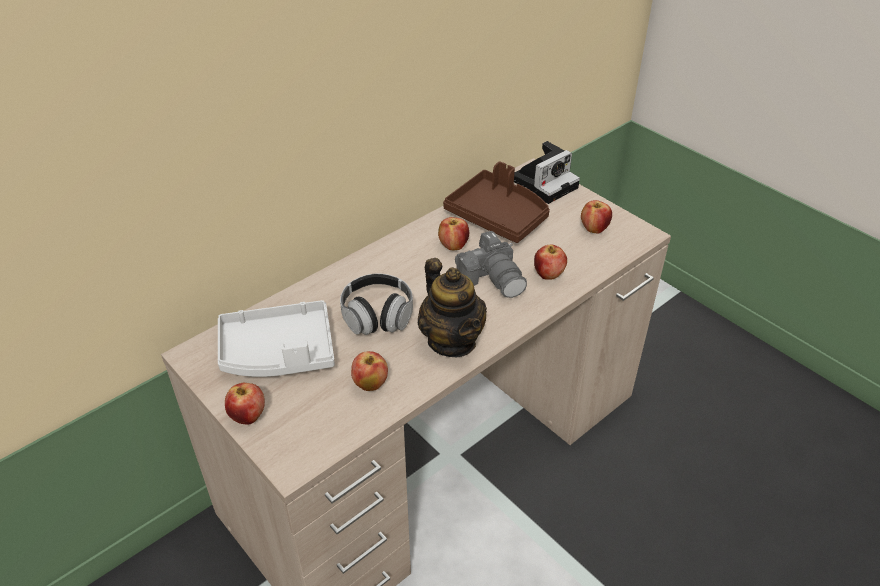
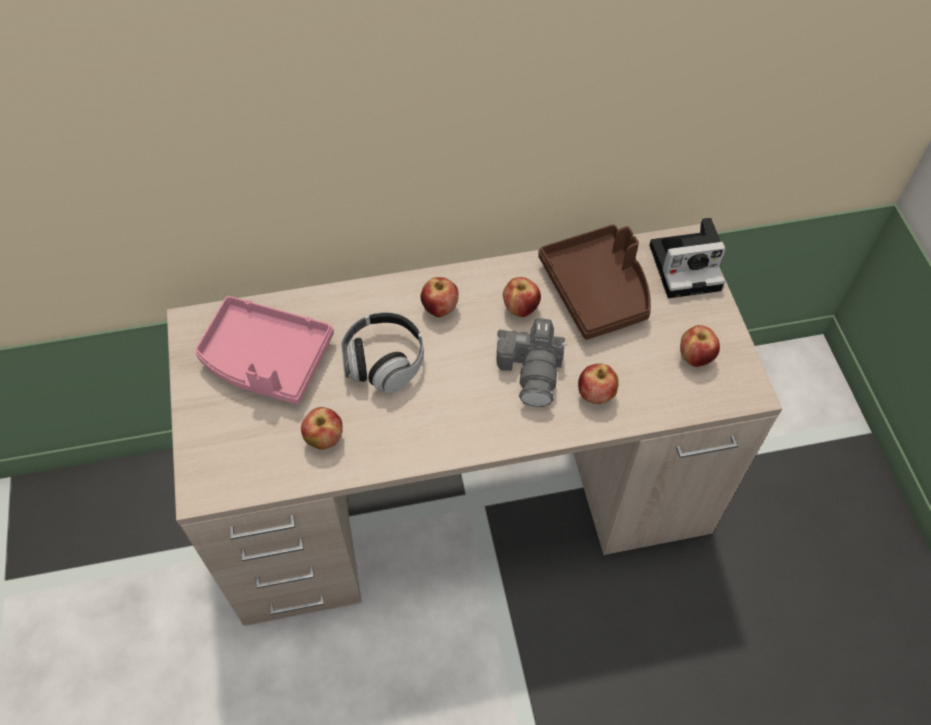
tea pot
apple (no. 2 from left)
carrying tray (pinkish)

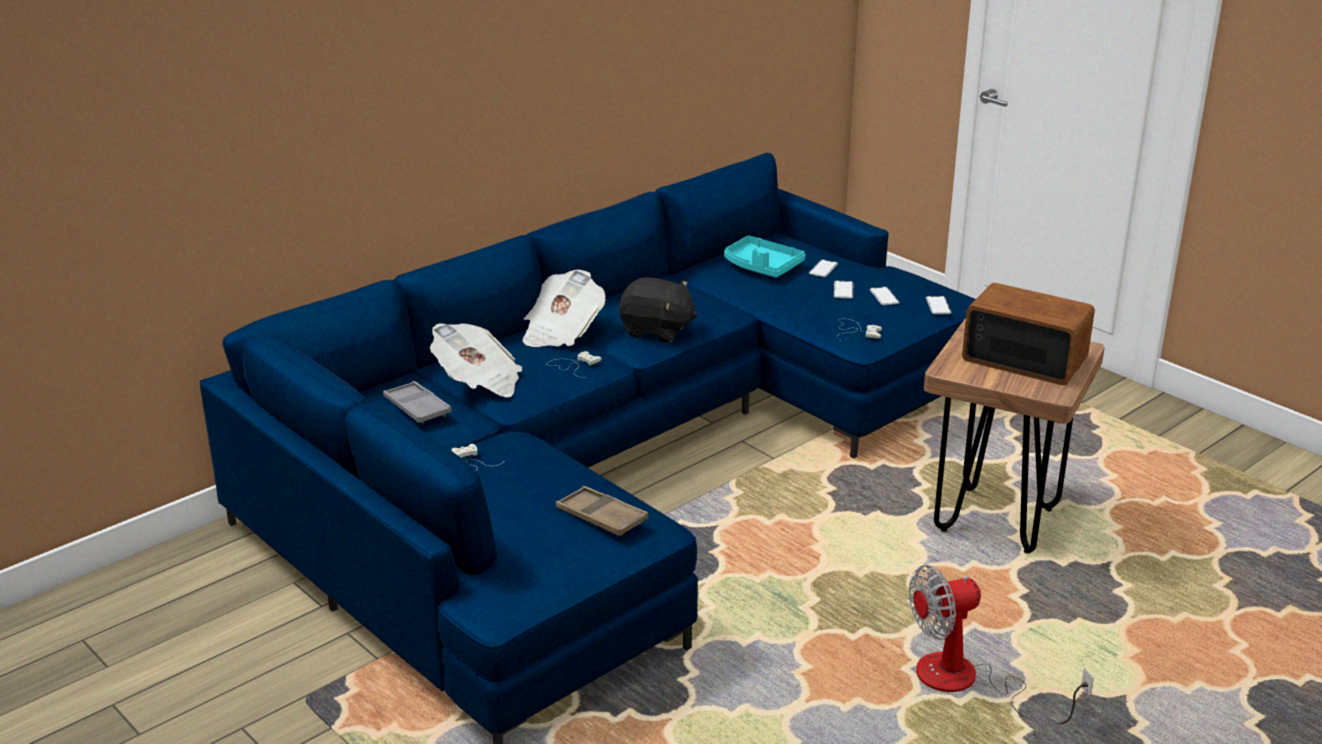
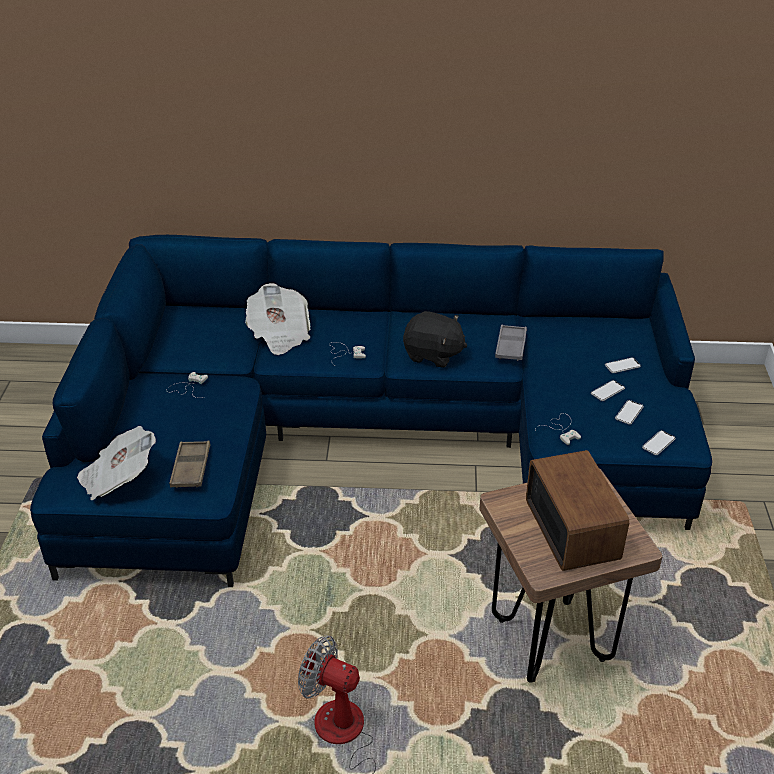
carrying tray (turquoise-coloured)
carrying tray (greyish)
newspaper (no. 1 from left)
plush toy (black)

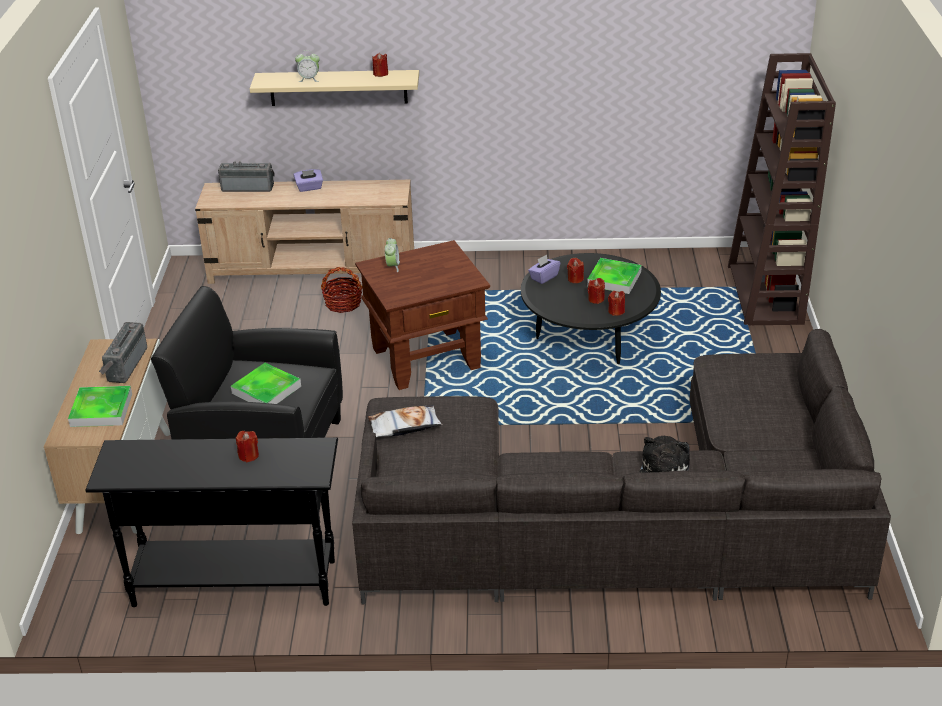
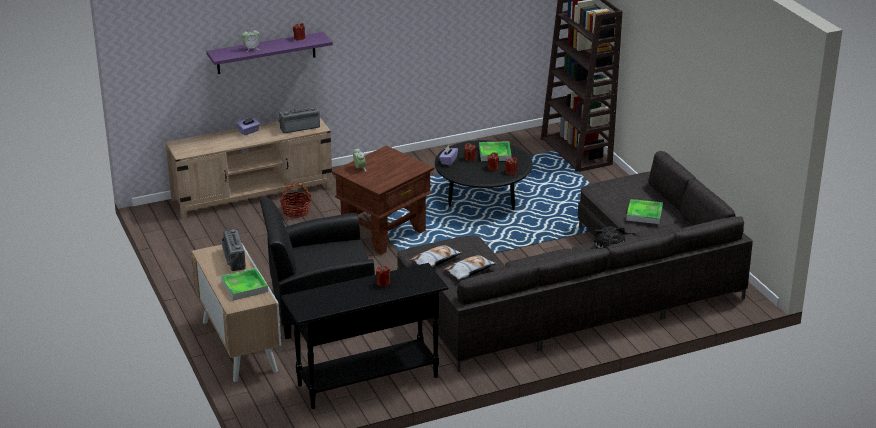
throw pillow (no. 2 from left)
radio set (no. 2 from left)
carrying tray (no. 3 from left)
shelf (purple-coloured)

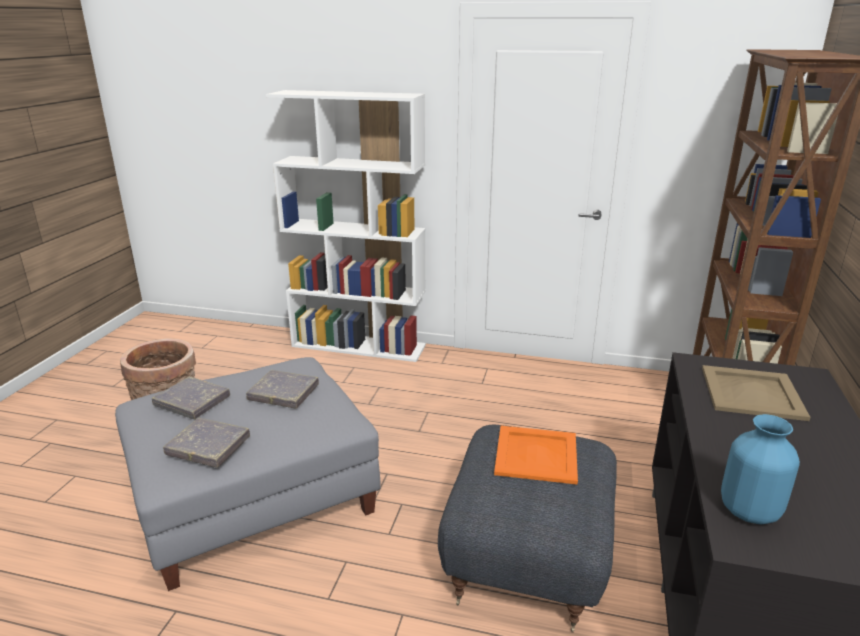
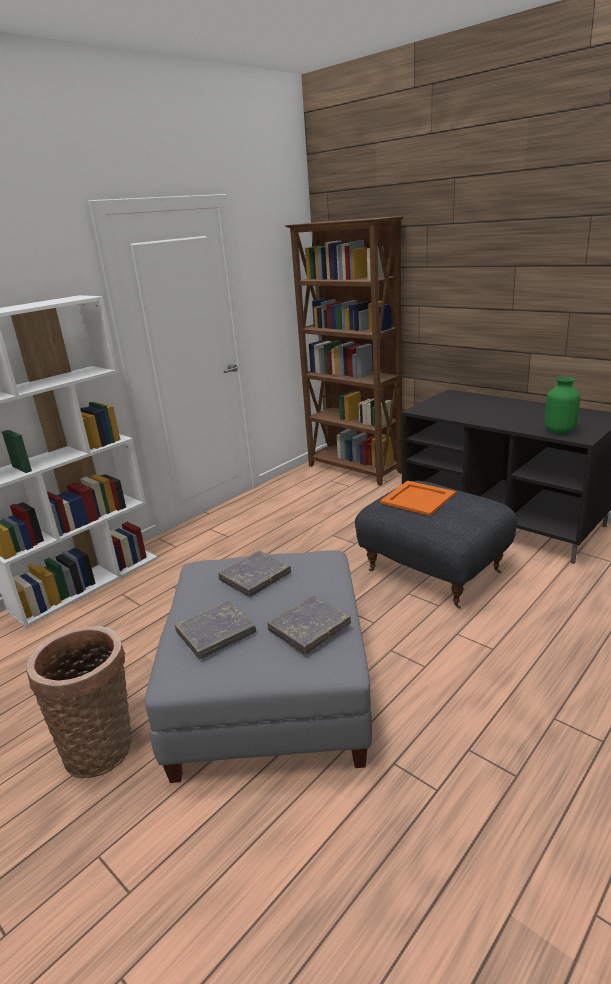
carrying tray (sand-coloured)
vase (green-coloured)

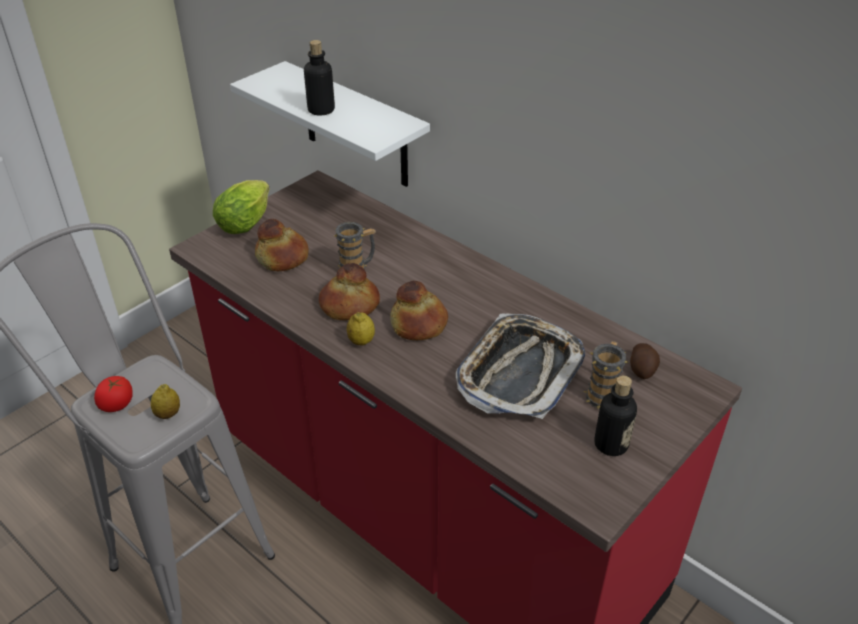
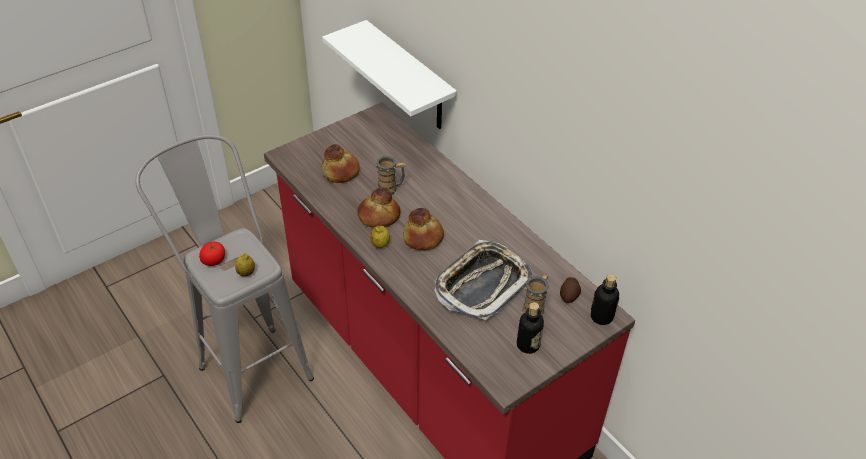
lettuce
drink bottle (no. 2 from left)

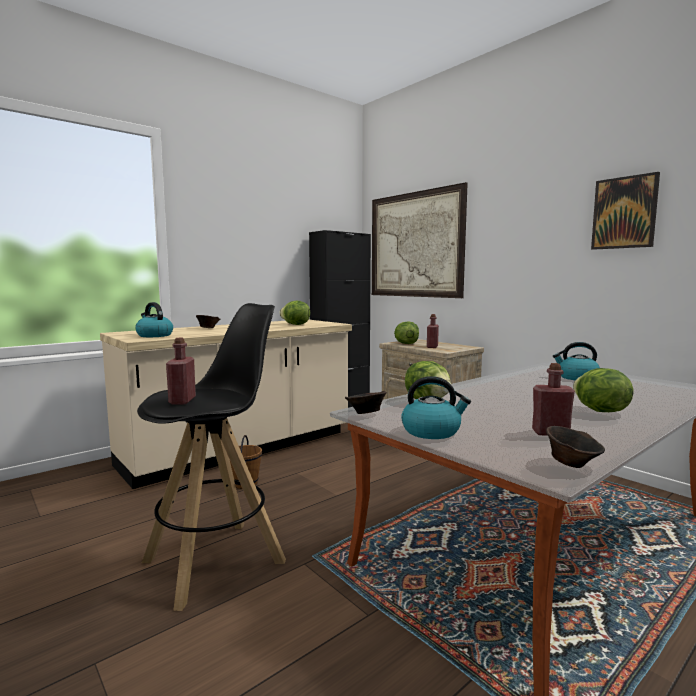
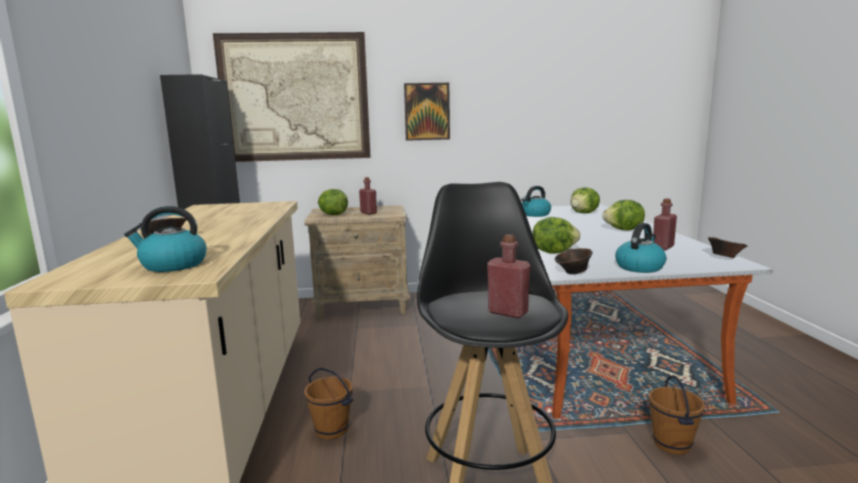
water bucket (brown-coloured) (no. 2 from left)
lettuce (no. 3 from left)
wall picture (no. 2 from left)

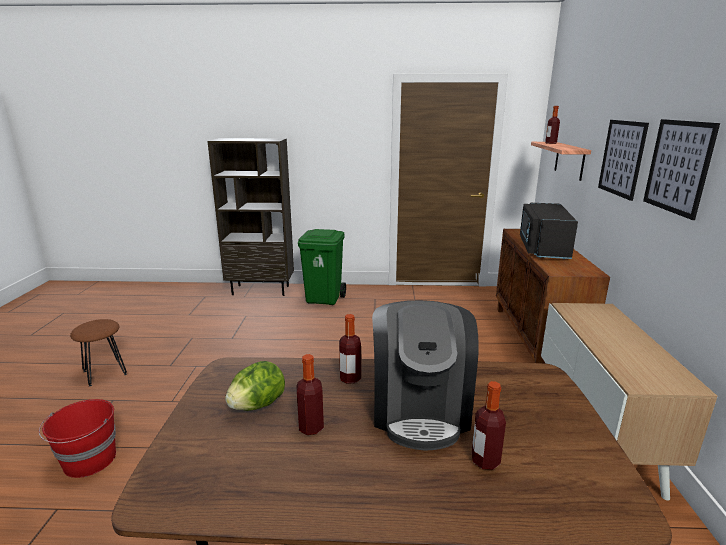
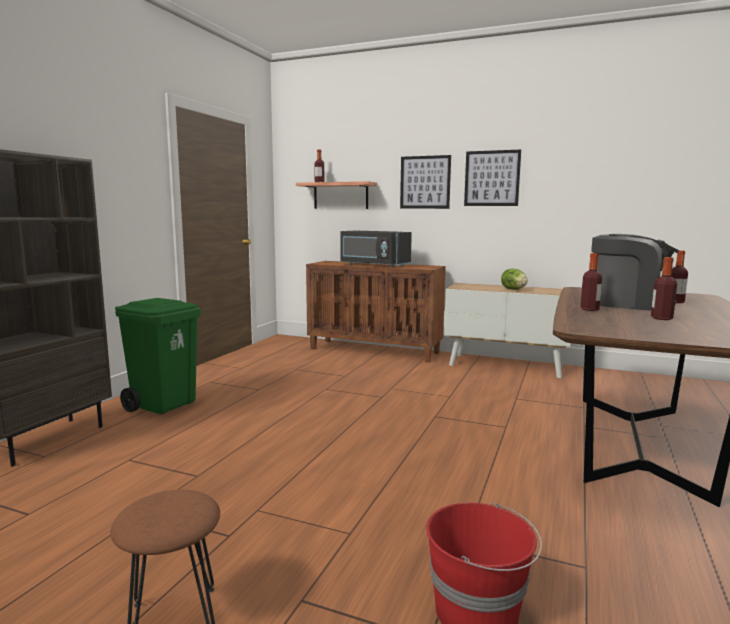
lettuce

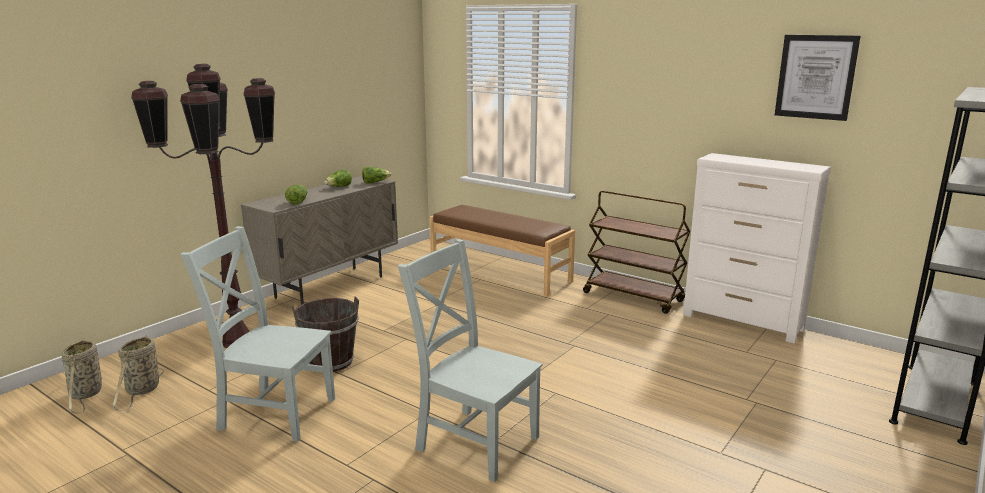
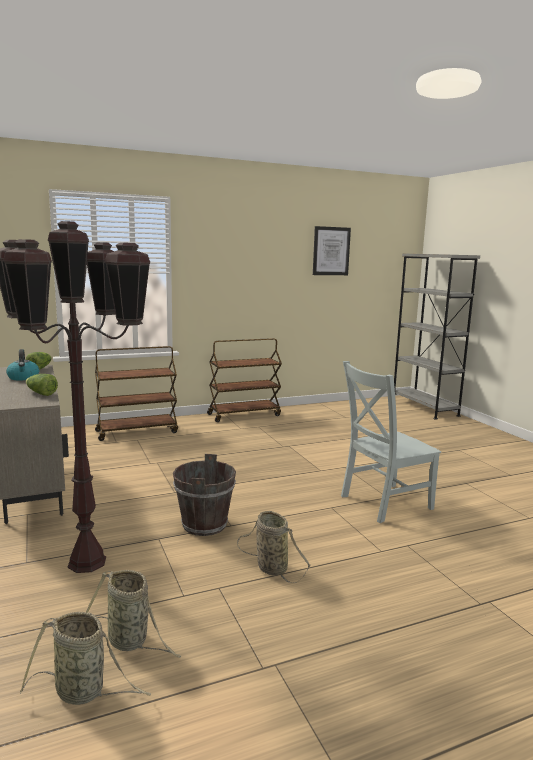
dresser (white)
household basket (no. 3 from left)
water kettle
trolley (brown-coloured) (no. 1 from left)

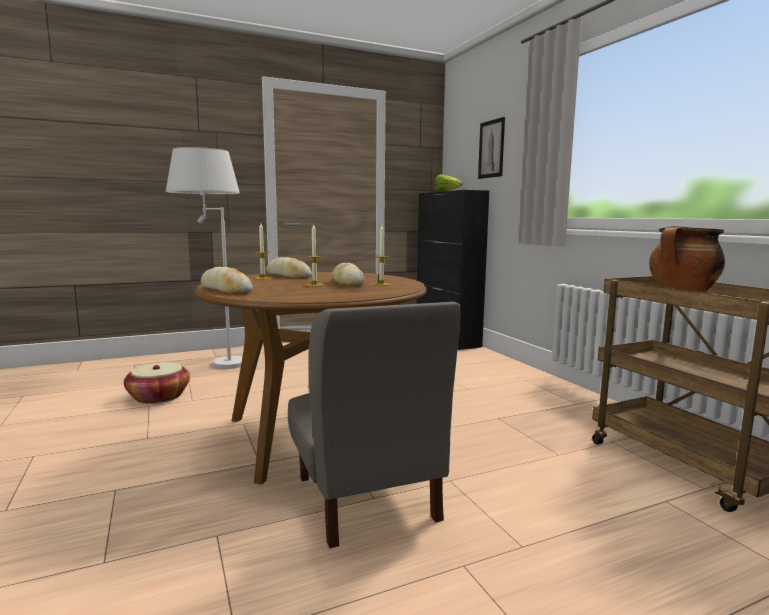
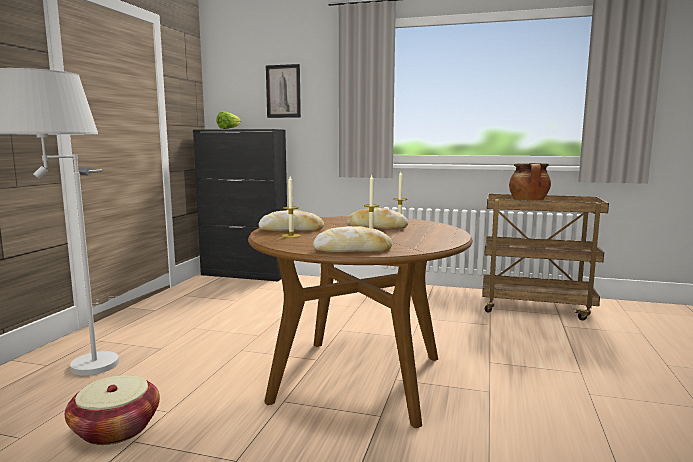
chair (greyish)

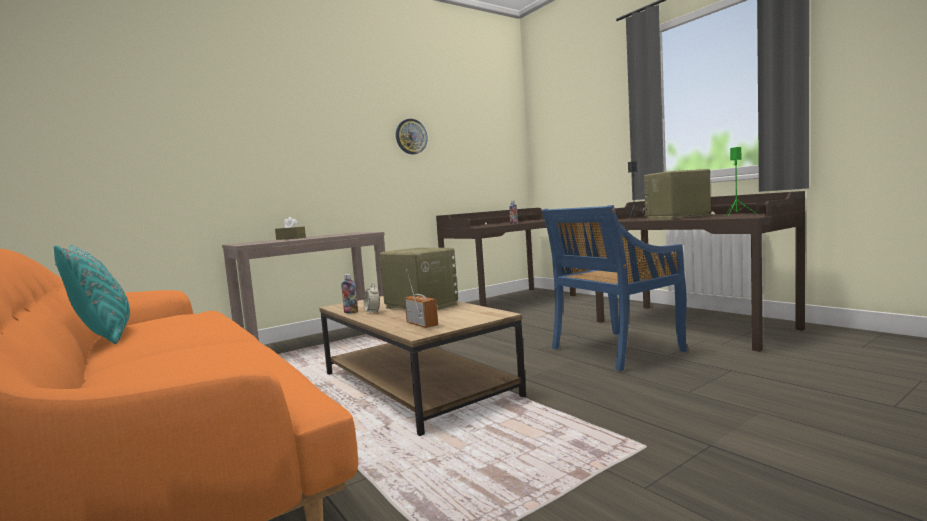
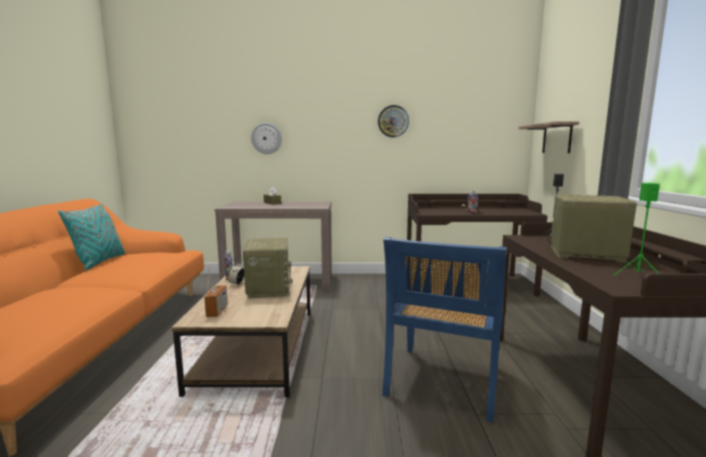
wall clock (no. 1 from left)
shelf
chair (blue-coloured)

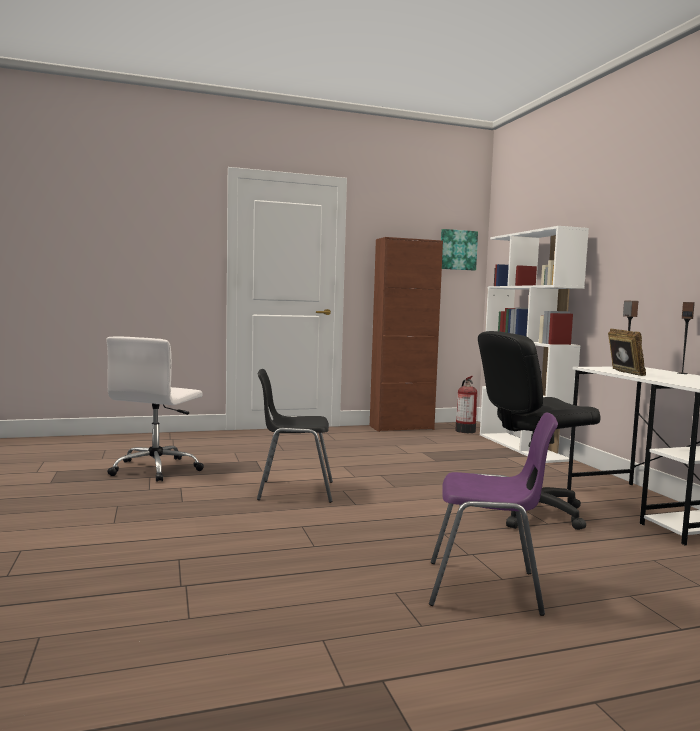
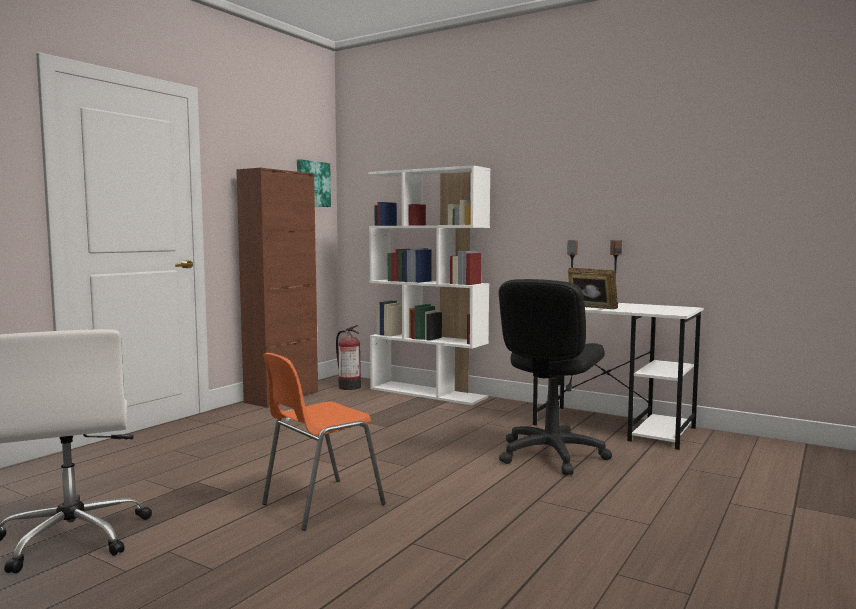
chair (purple-coloured)
chair (orange-coloured)

